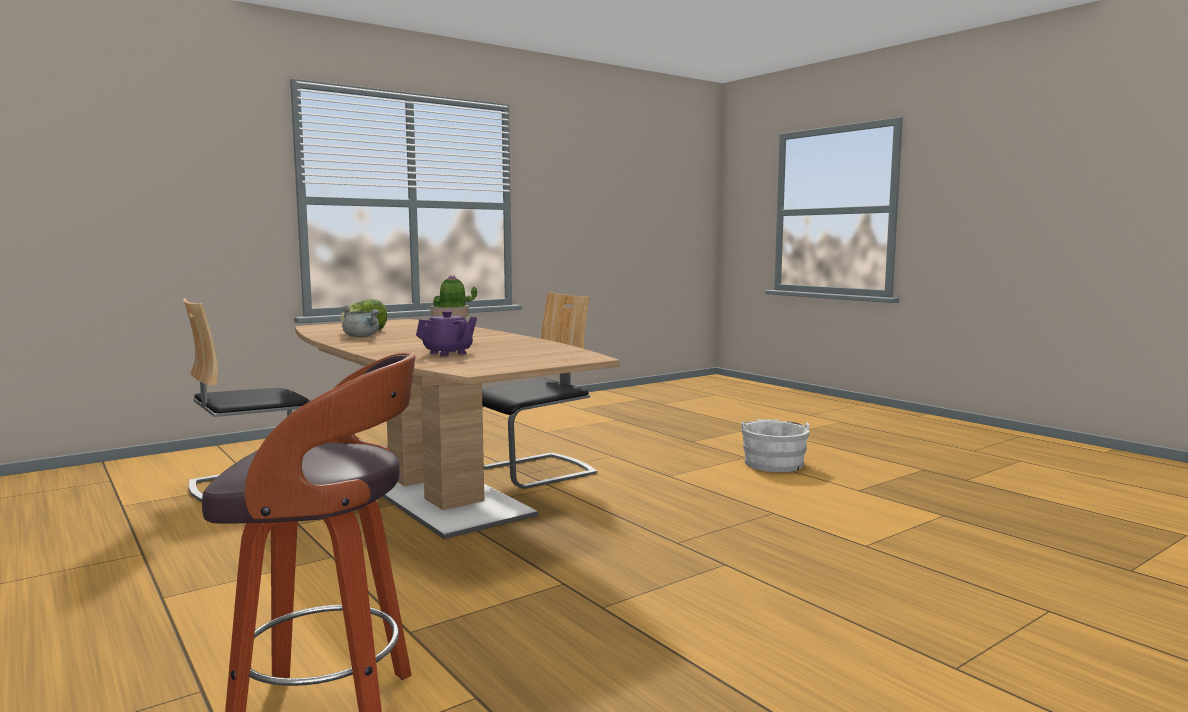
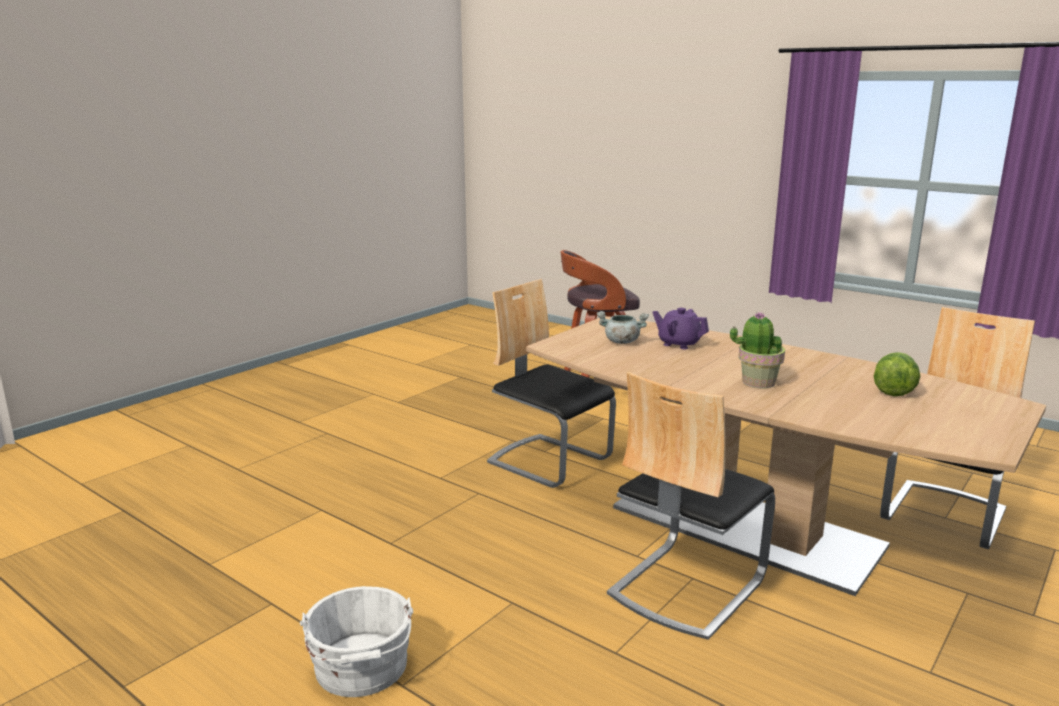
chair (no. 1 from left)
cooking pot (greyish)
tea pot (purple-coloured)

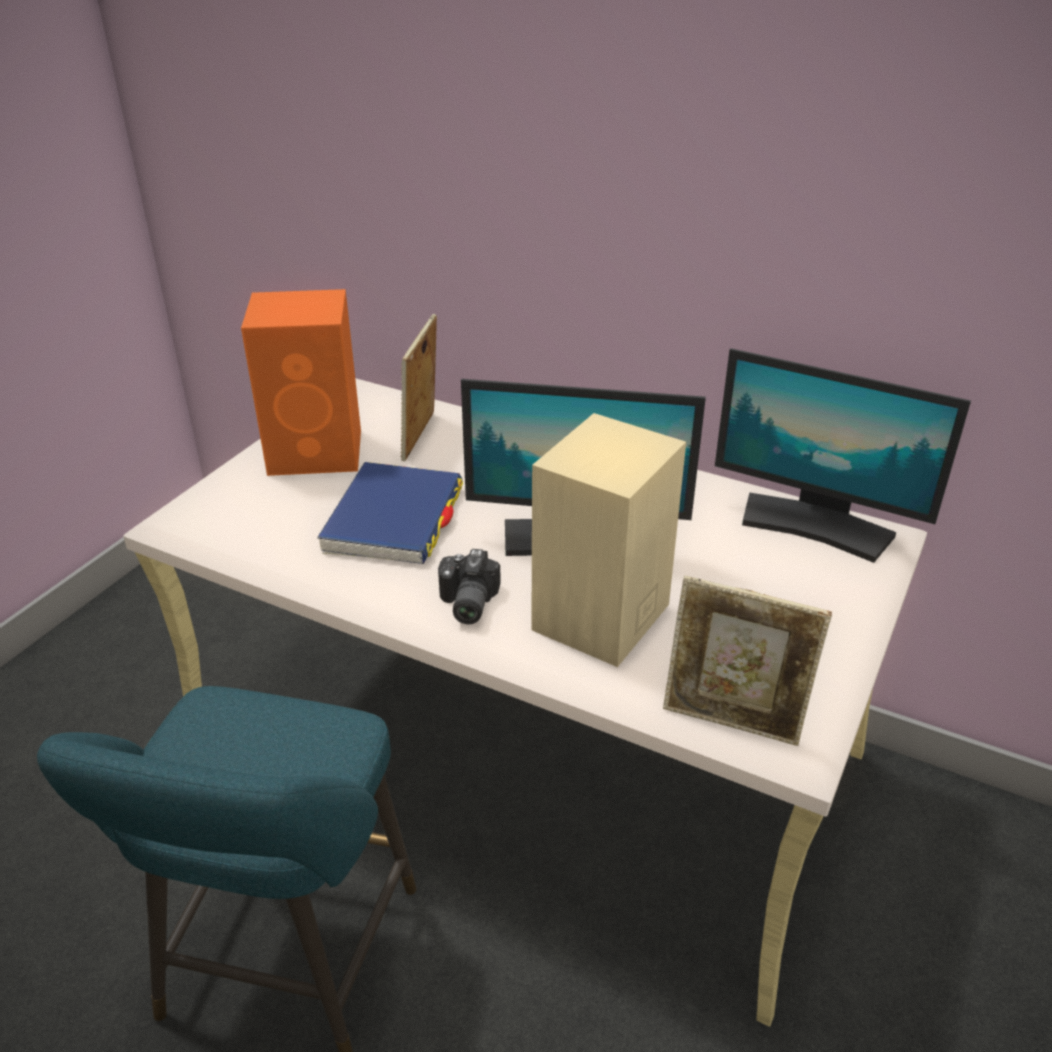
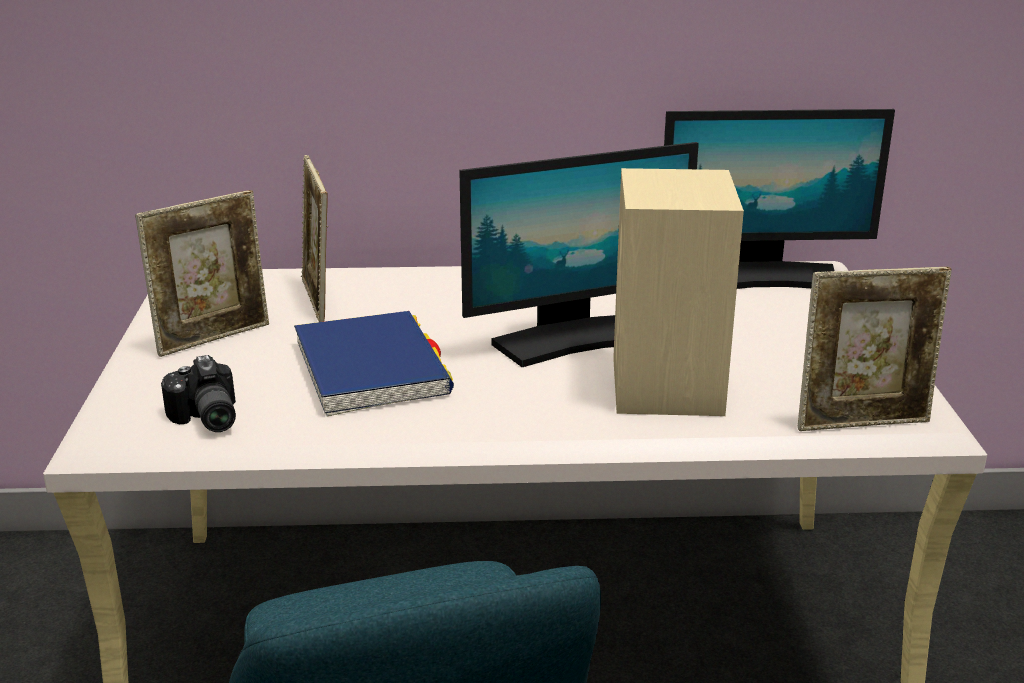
photo camera
photo frame (no. 1 from left)

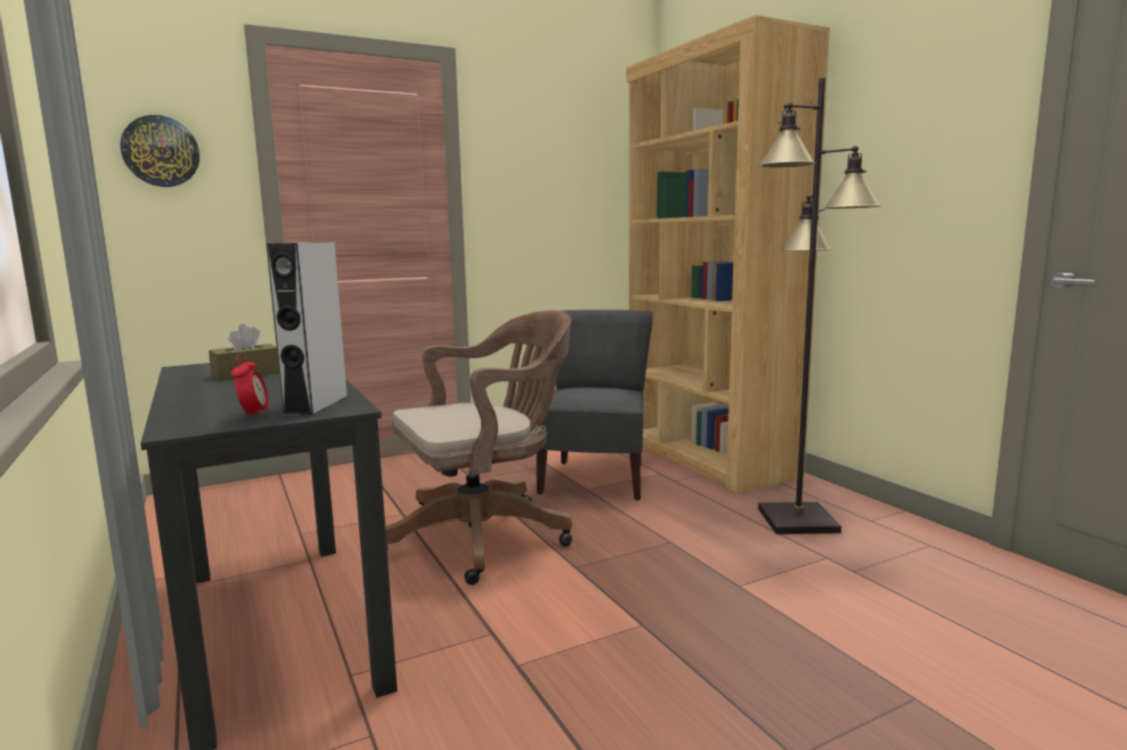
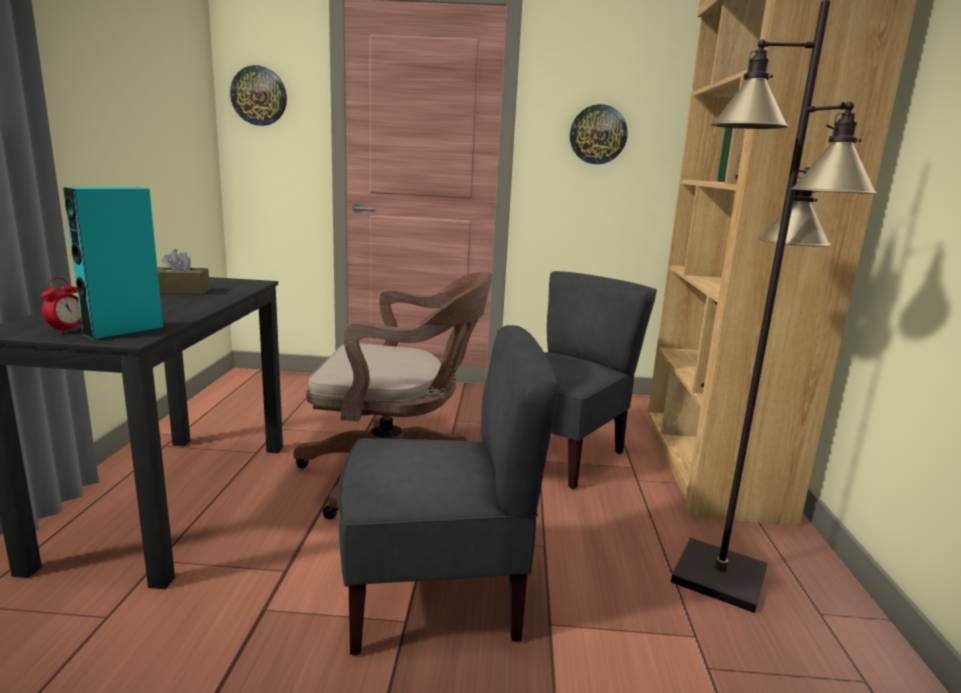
chair (greyish) (no. 1 from left)
wall clock (no. 2 from left)
speaker (turquoise-coloured)

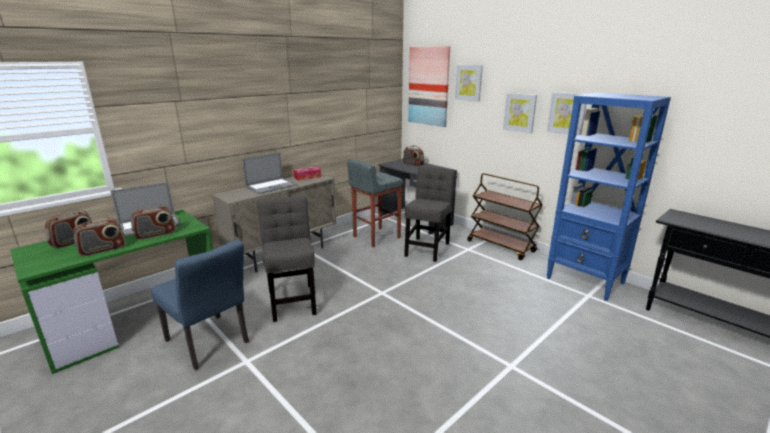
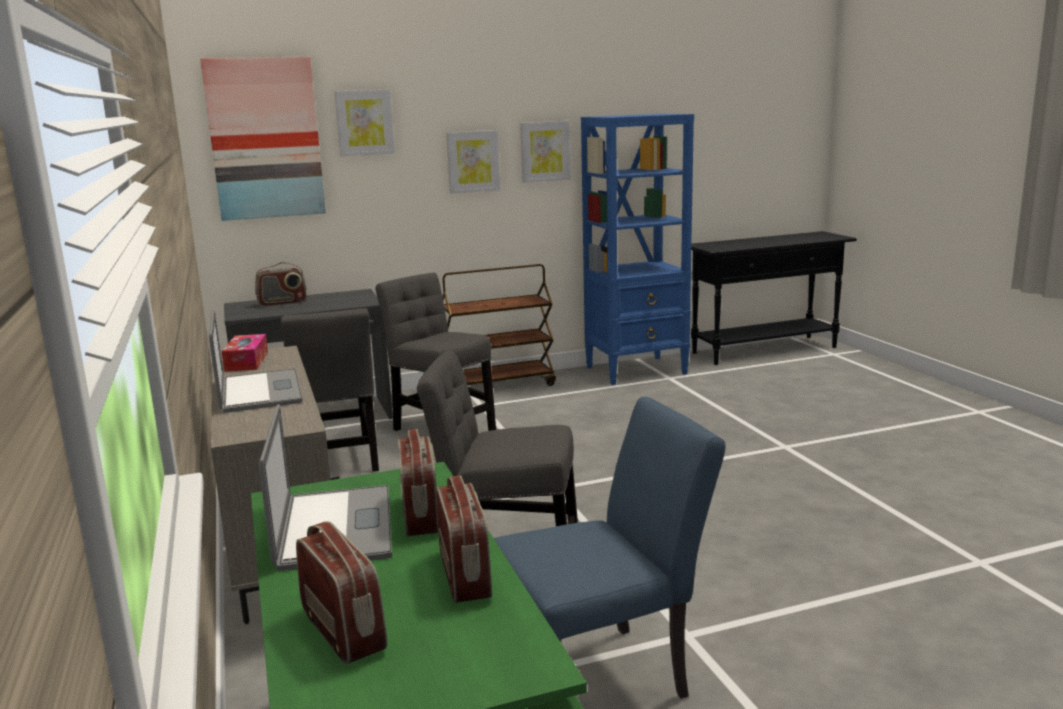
chair (greyish) (no. 1 from left)

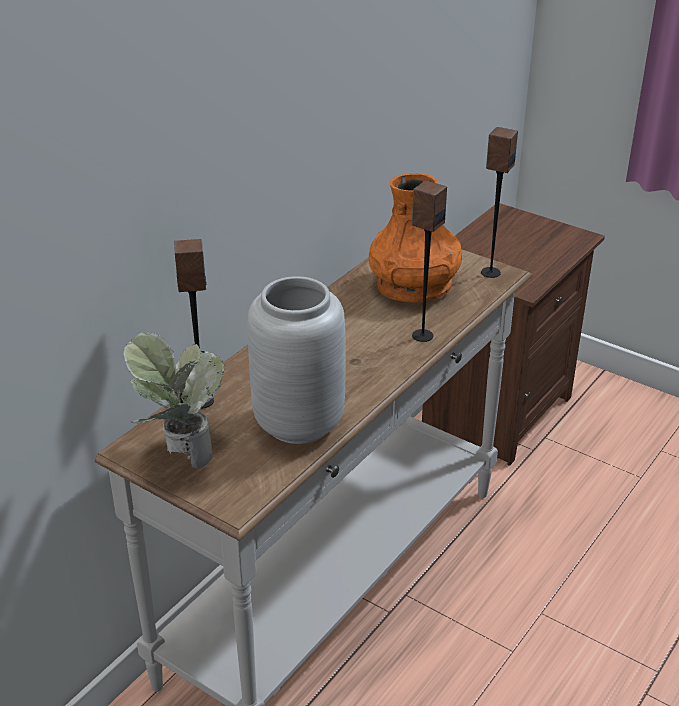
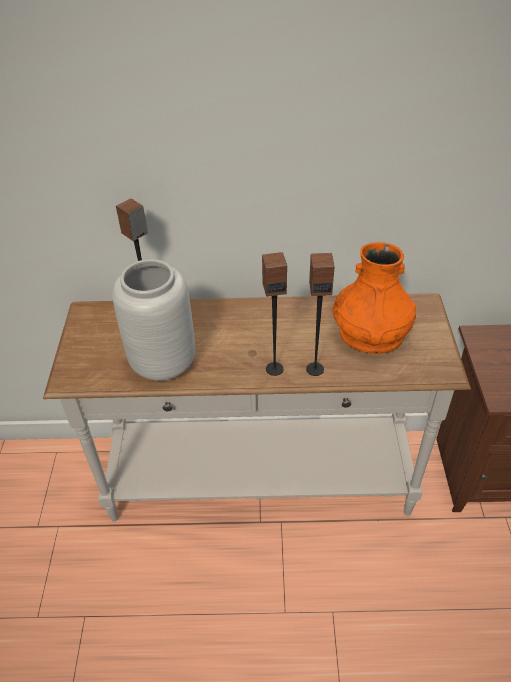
plant in a pot
speaker (no. 2 from left)

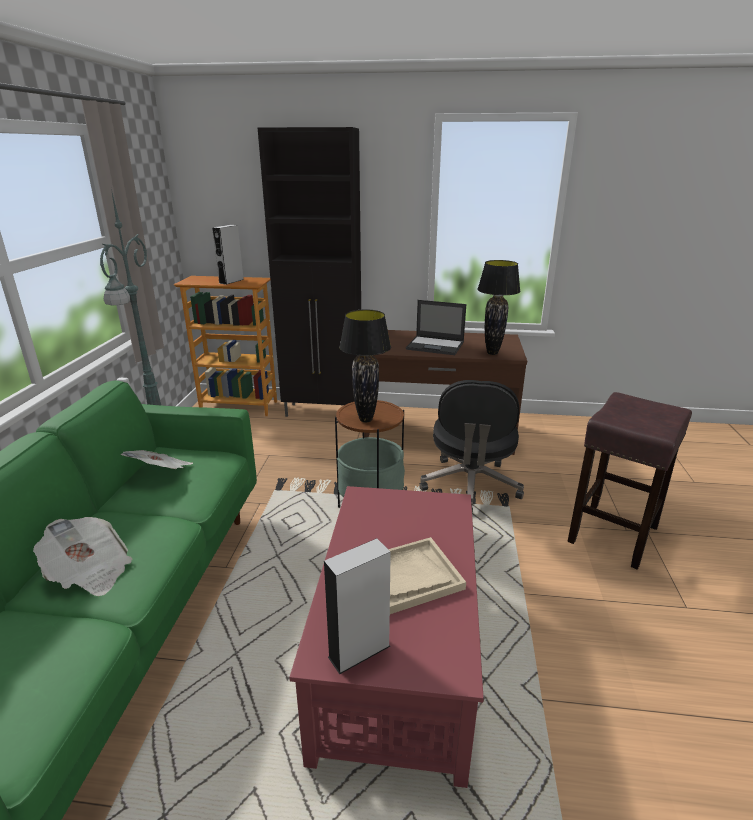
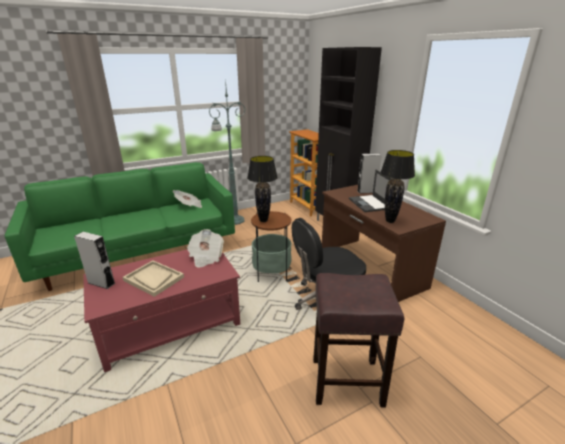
newspaper (no. 2 from left)
speaker (greyish) (no. 2 from left)

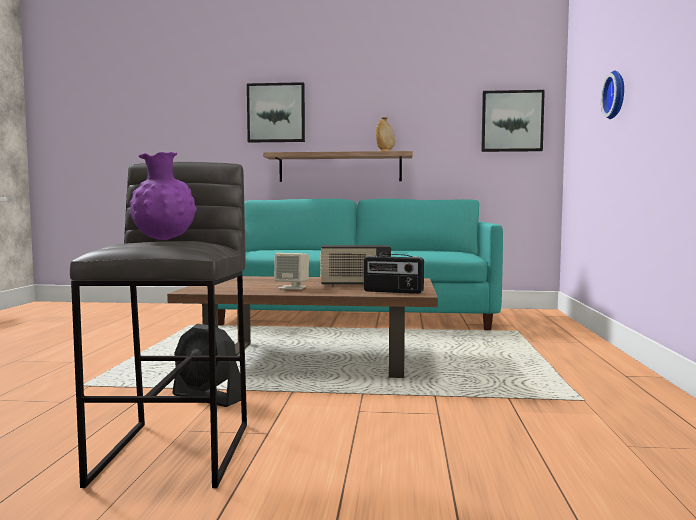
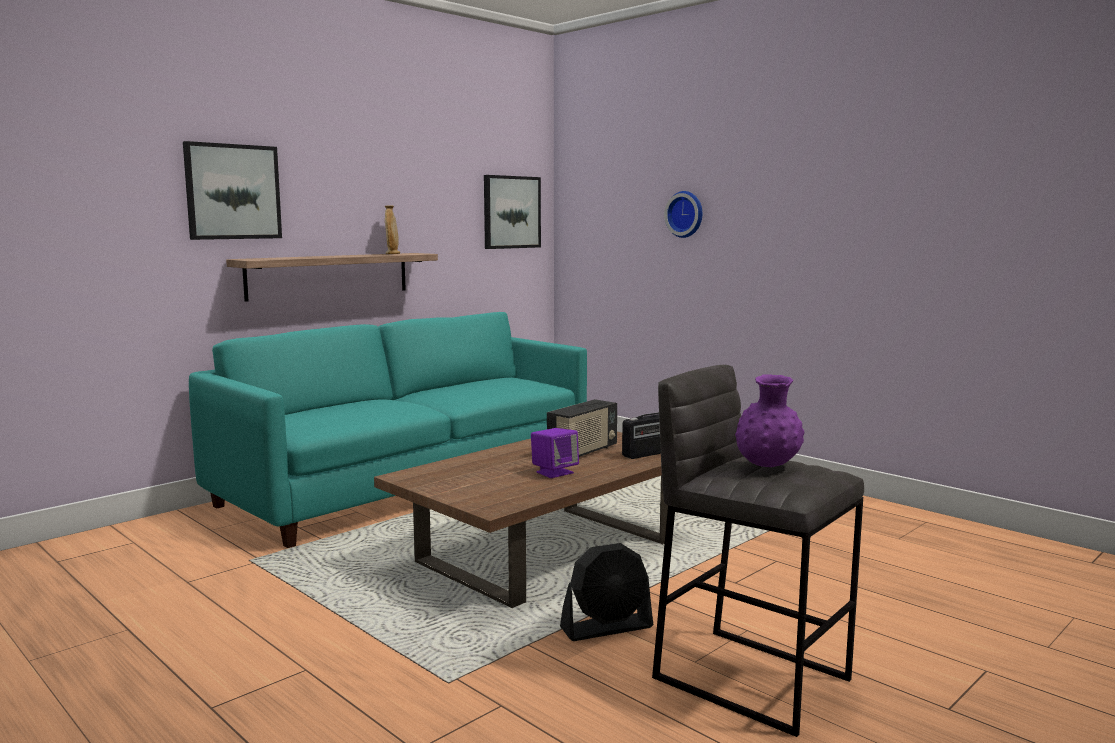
speaker (purple-coloured)

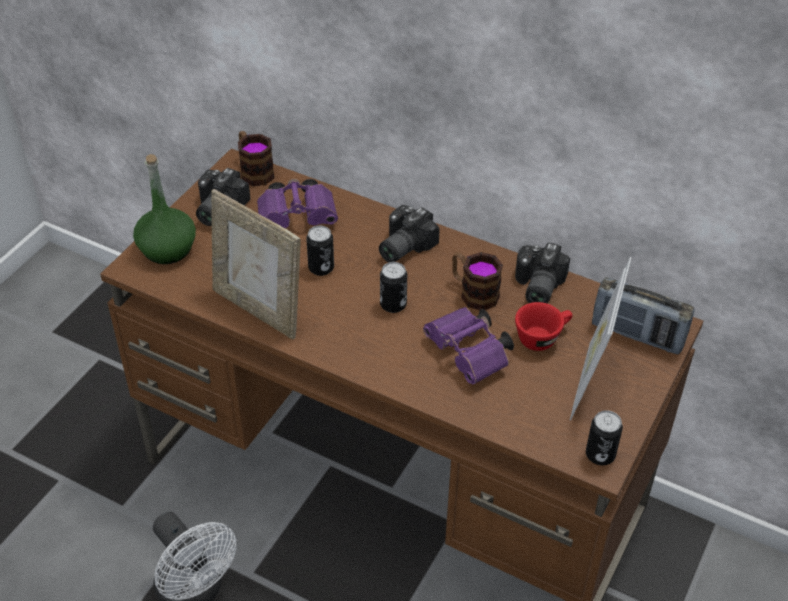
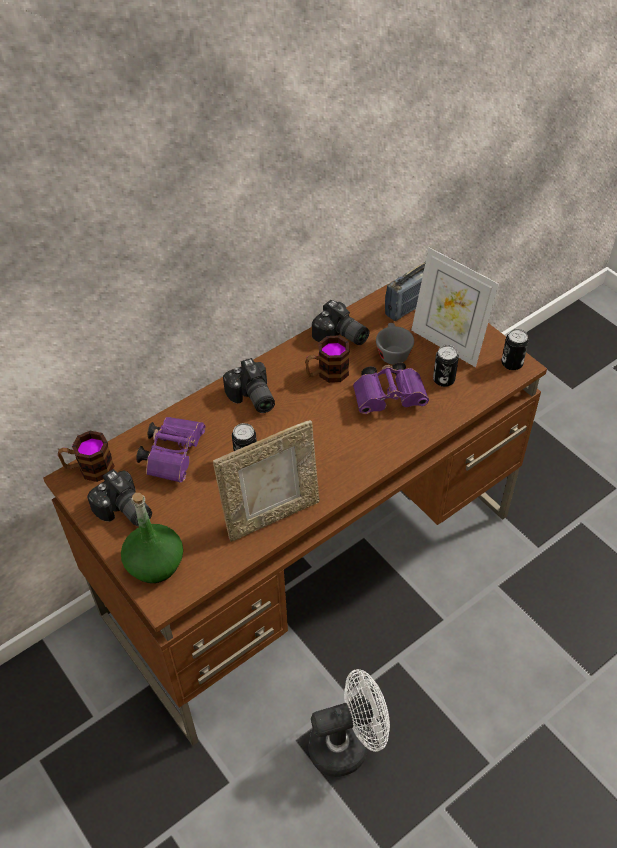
sealed can (no. 2 from left)
small cup (greyish)

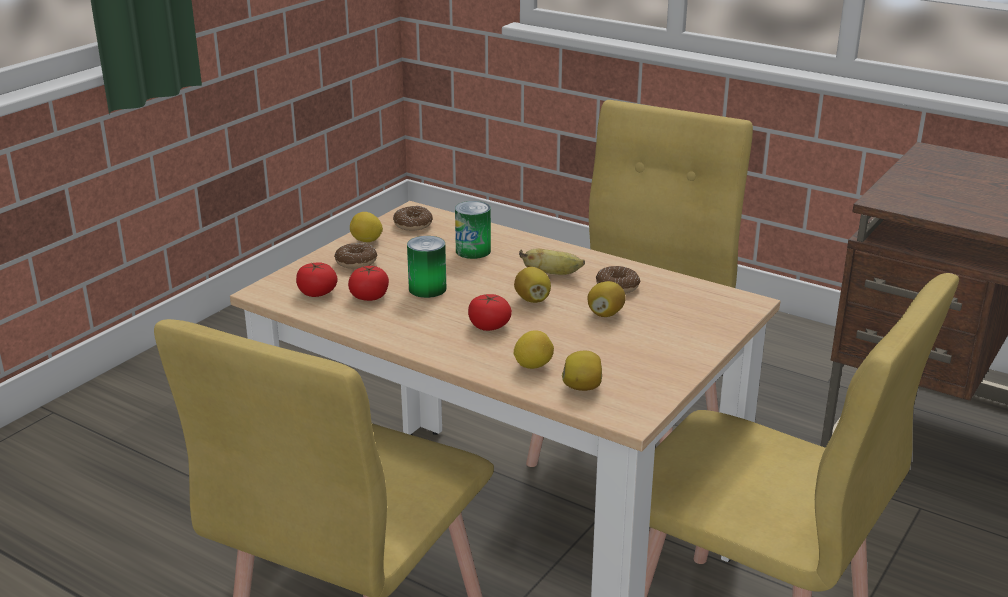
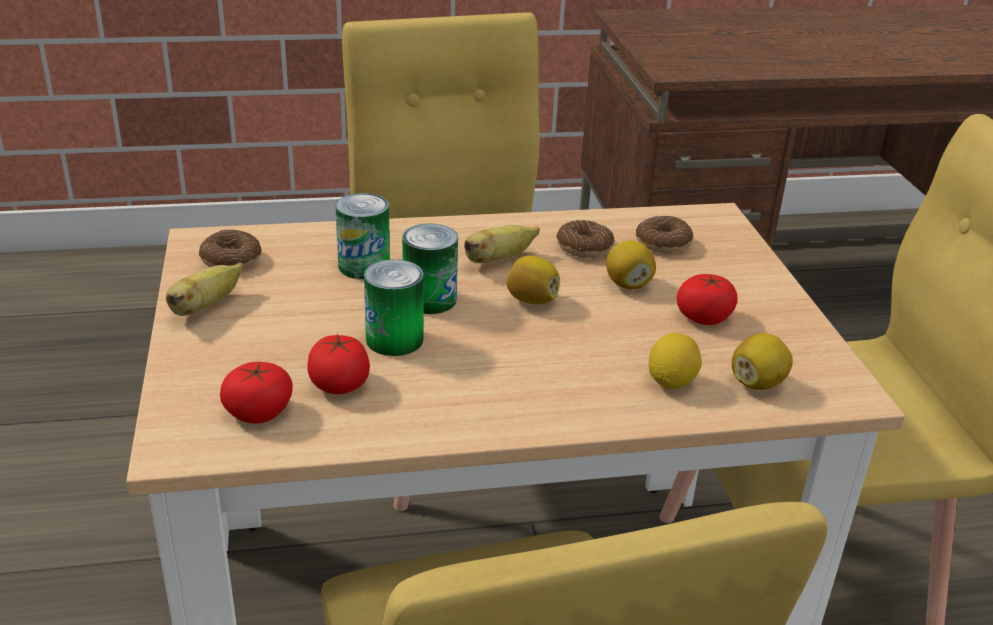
sealed can (no. 3 from left)
donut (no. 3 from left)
tomato (no. 3 from left)
banana (no. 1 from left)

